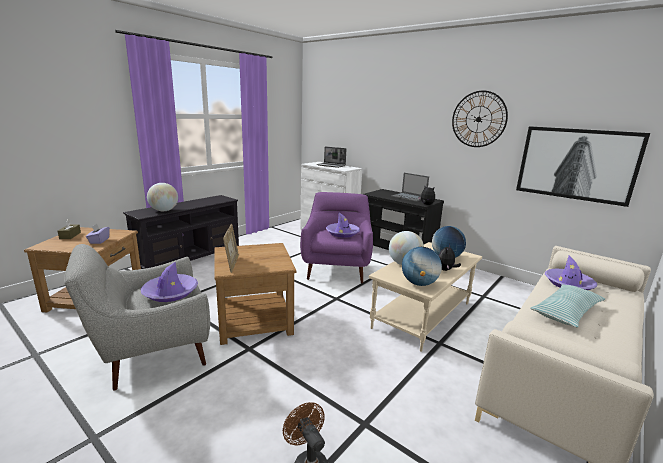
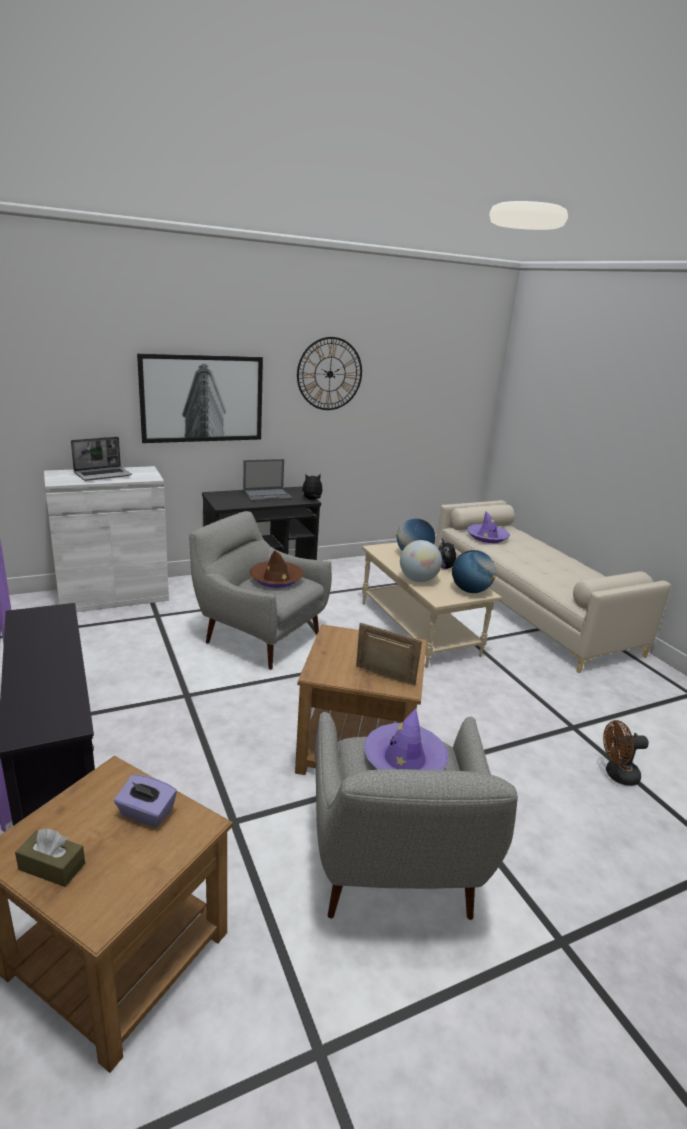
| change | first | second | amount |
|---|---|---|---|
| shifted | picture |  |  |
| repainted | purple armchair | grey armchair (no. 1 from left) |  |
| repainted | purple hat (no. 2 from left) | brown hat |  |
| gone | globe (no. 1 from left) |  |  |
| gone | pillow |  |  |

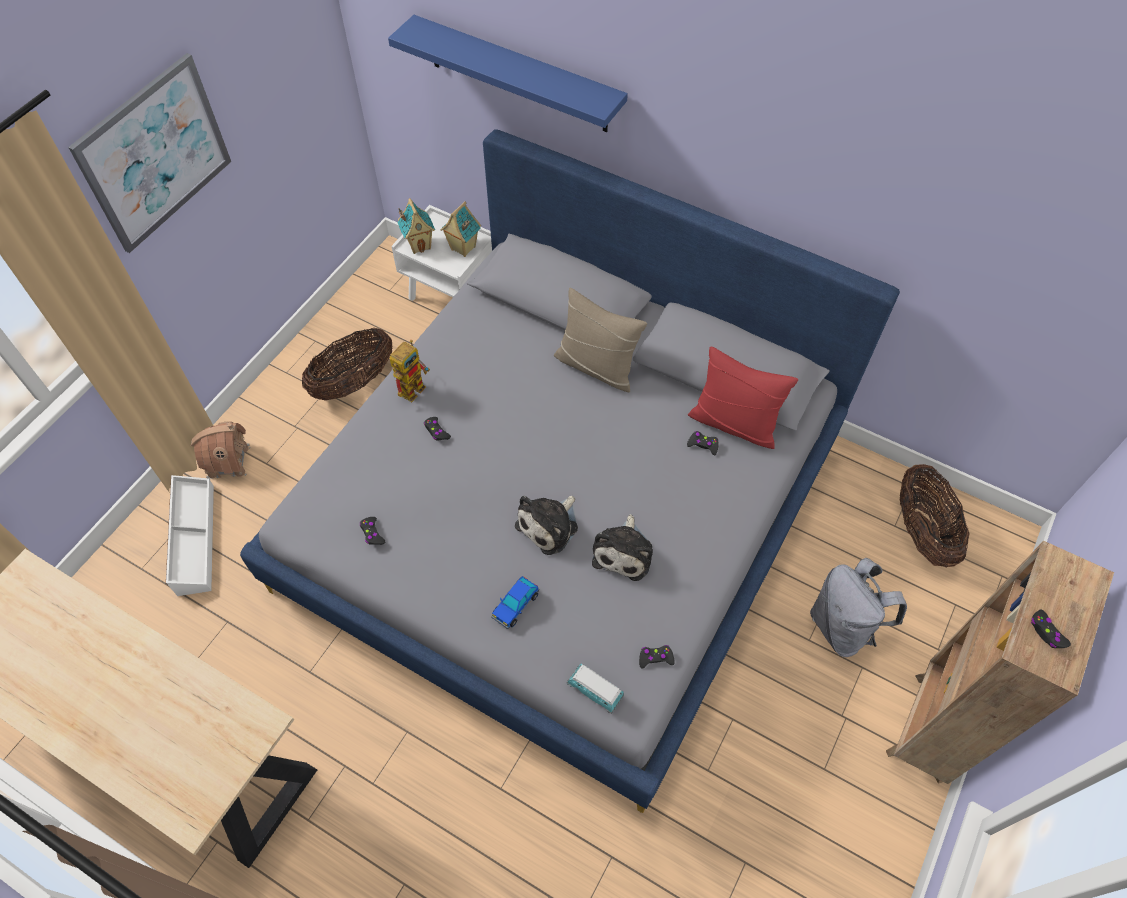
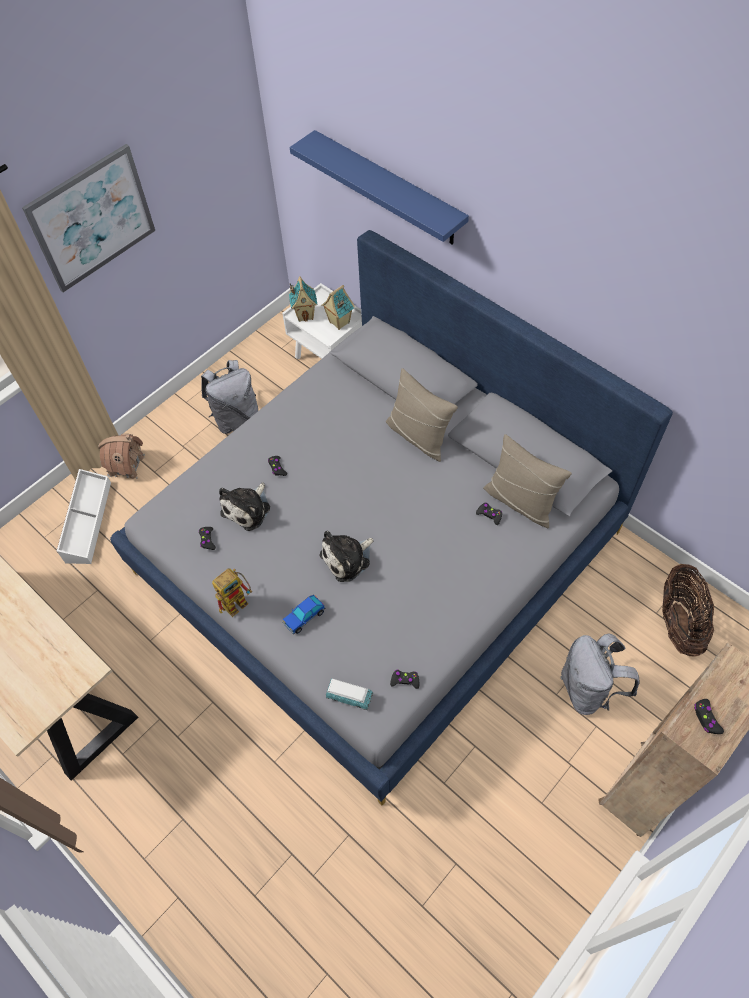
| change | first | second | amount |
|---|---|---|---|
| swapped | basket (no. 1 from left) | grey backpack (no. 1 from left) |  |
| shifted | toy robot |  |  |
| shifted | plush toy (no. 2 from left in the first image) | plush toy (no. 1 from left) |  |
| rotated | toy car (no. 2 from left) |  | 150 degrees clockwise |
| repainted | red pillow | beige pillow (no. 2 from left) |  |

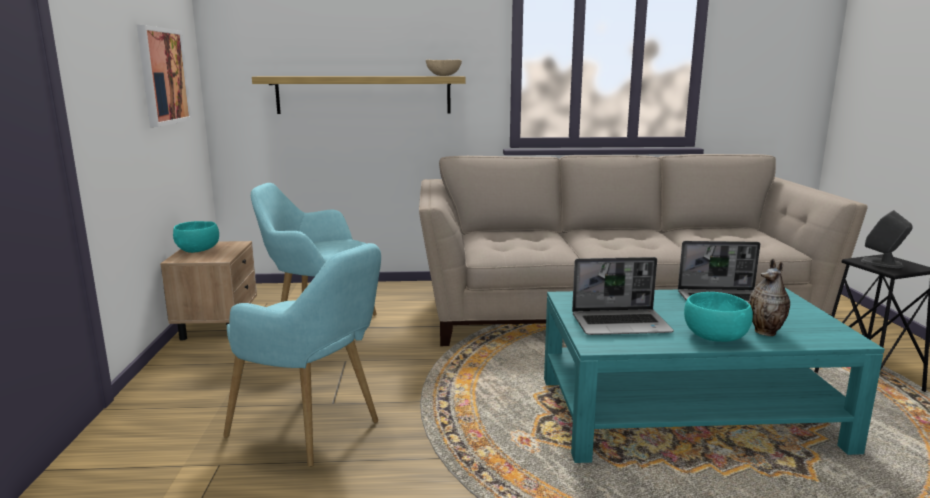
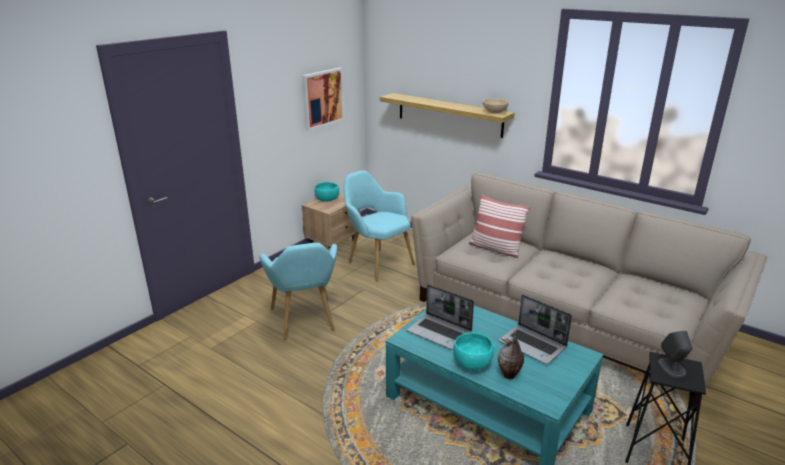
| change | first | second | amount |
|---|---|---|---|
| new |  | pillow |  |

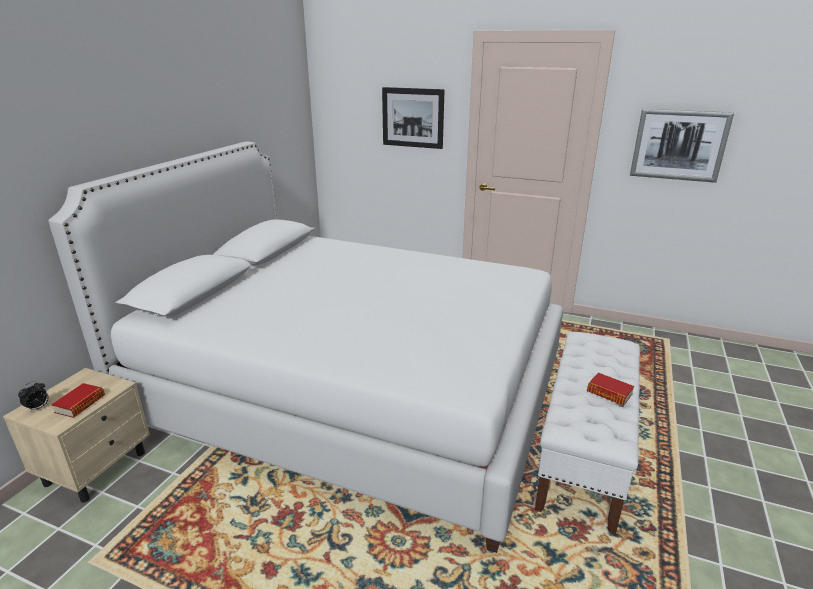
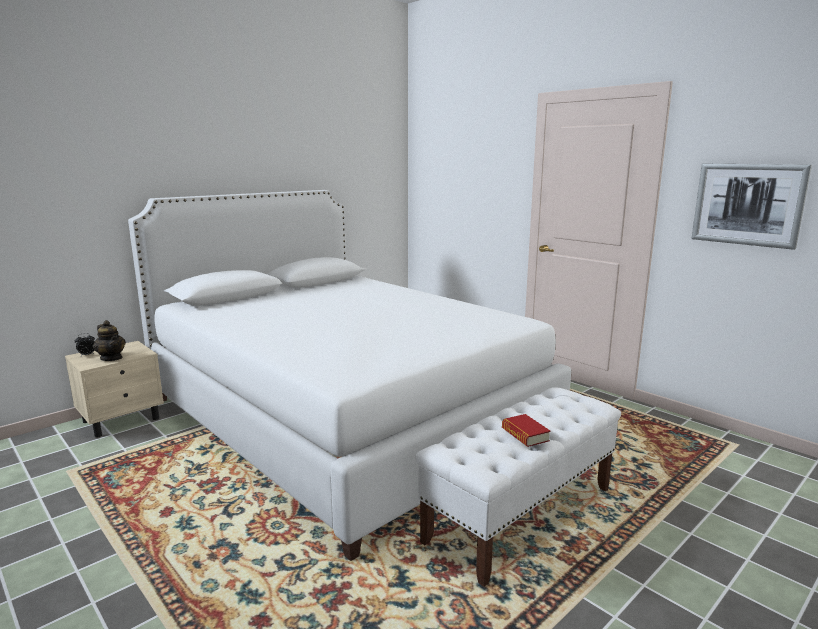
| change | first | second | amount |
|---|---|---|---|
| swapped | book (no. 1 from left) | teapot |  |
| gone | picture (no. 1 from left) |  |  |

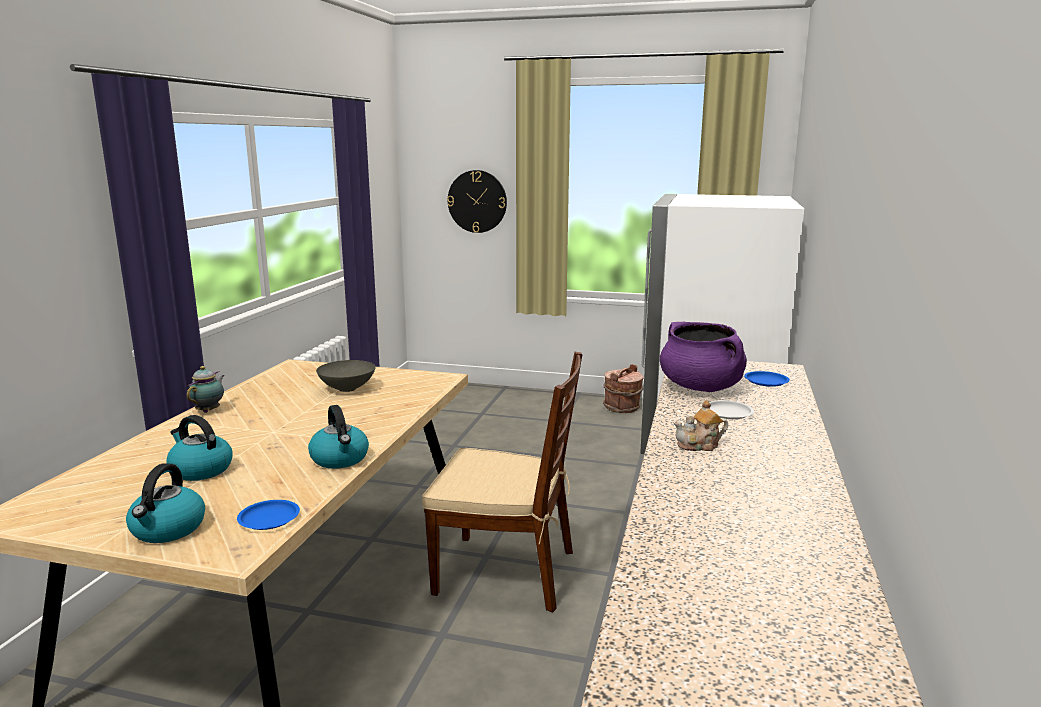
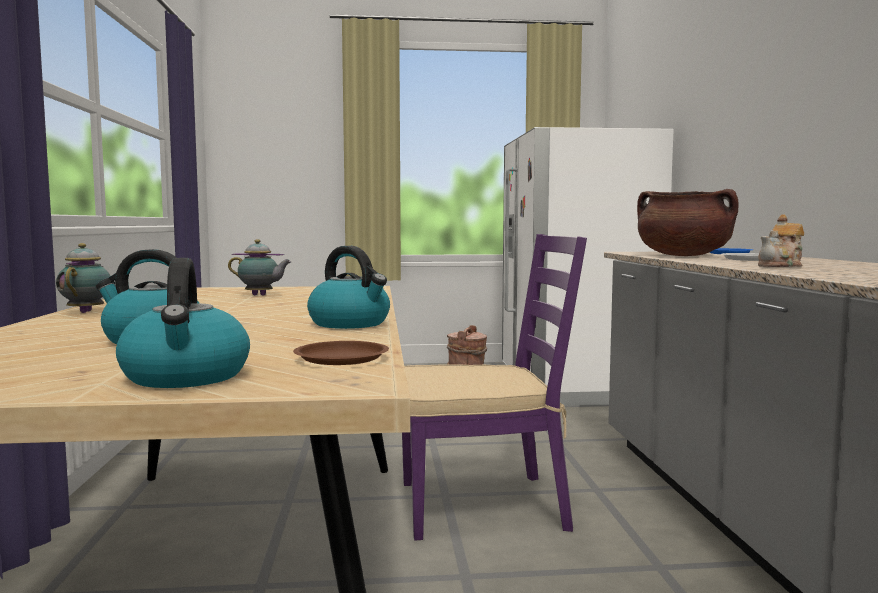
| change | first | second | amount |
|---|---|---|---|
| swapped | grey bowl | teapot (no. 2 from left) |  |
| repainted | blue plate (no. 1 from left) | brown plate |  |
| repainted | brown chair | purple chair |  |
| repainted | purple cooking pot | brown cooking pot |  |
| gone | wall clock |  |  |

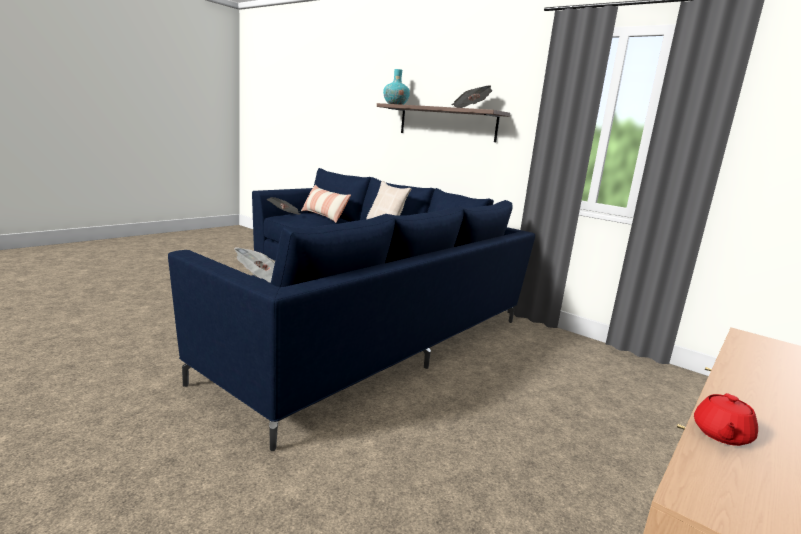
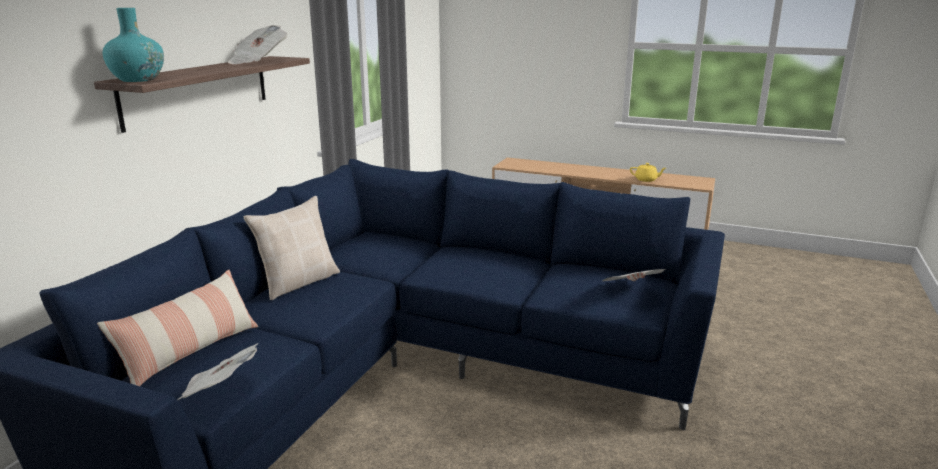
| change | first | second | amount |
|---|---|---|---|
| repainted | red teapot | yellow teapot |  |

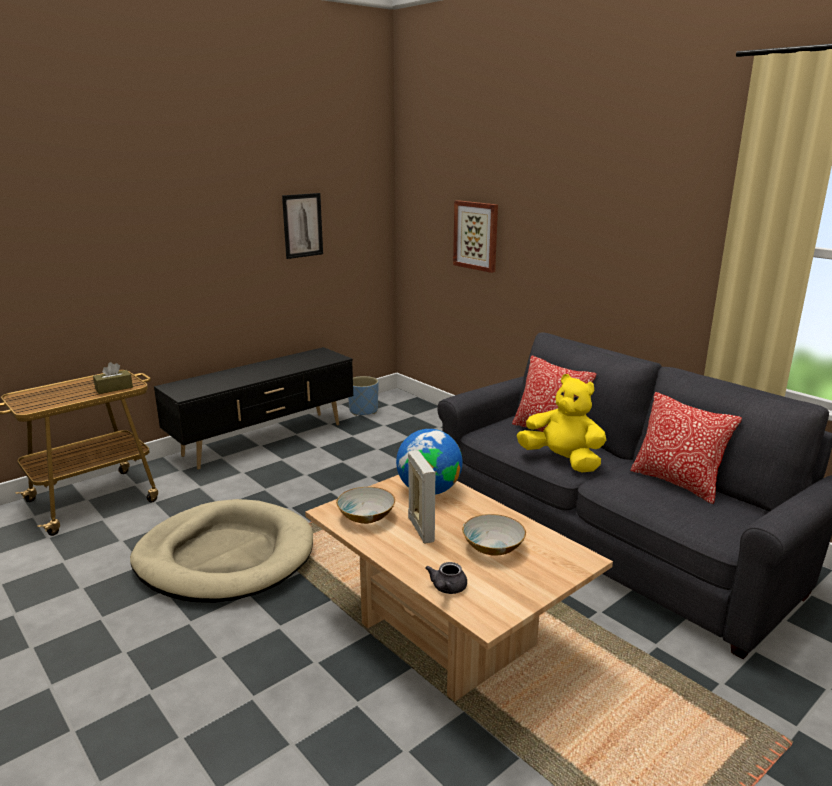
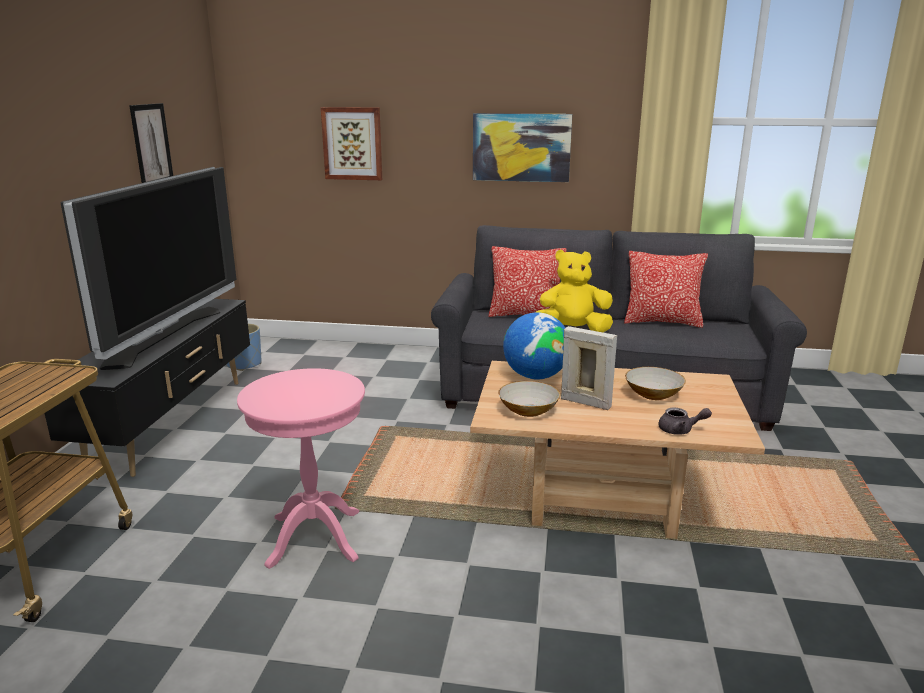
| change | first | second | amount |
|---|---|---|---|
| new |  | television |  |
| swapped | beige dog bed | pink side table |  |
| new |  | picture (no. 3 from left) |  |
| rotated | grey teapot |  | 60 degrees counterclockwise |
| gone | brown tissue box |  |  |

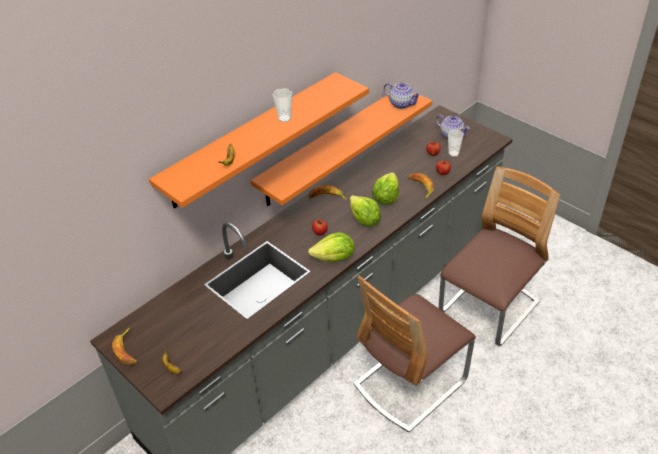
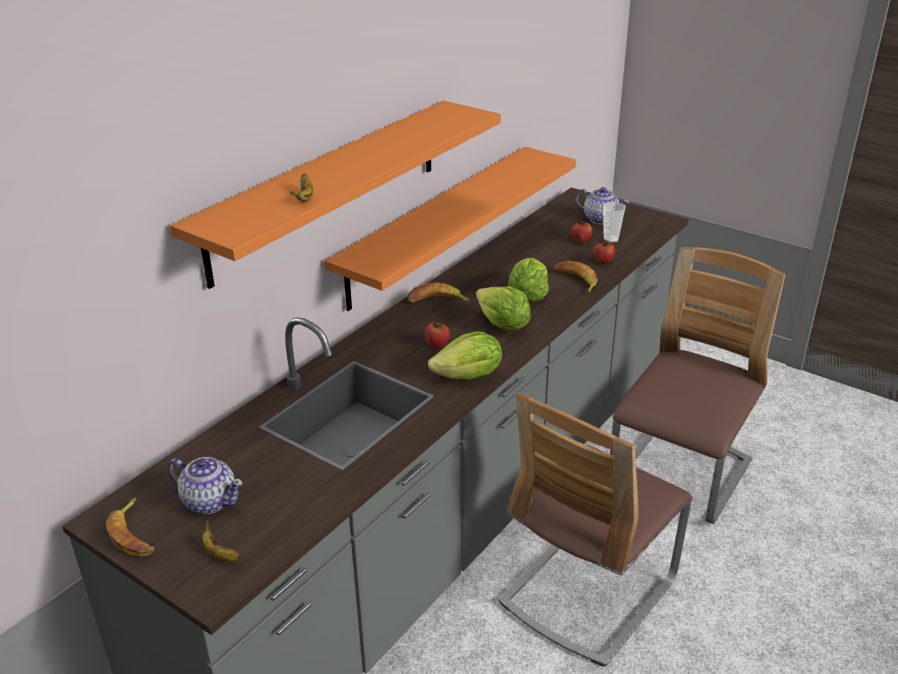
| change | first | second | amount |
|---|---|---|---|
| shifted | teapot (no. 1 from left) |  |  |
| gone | cup (no. 1 from left) |  |  |

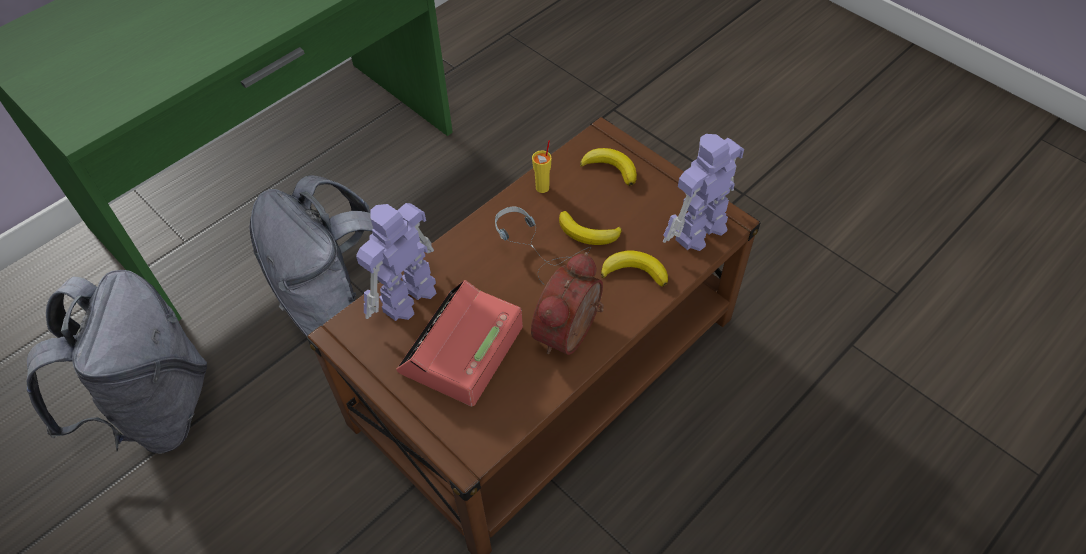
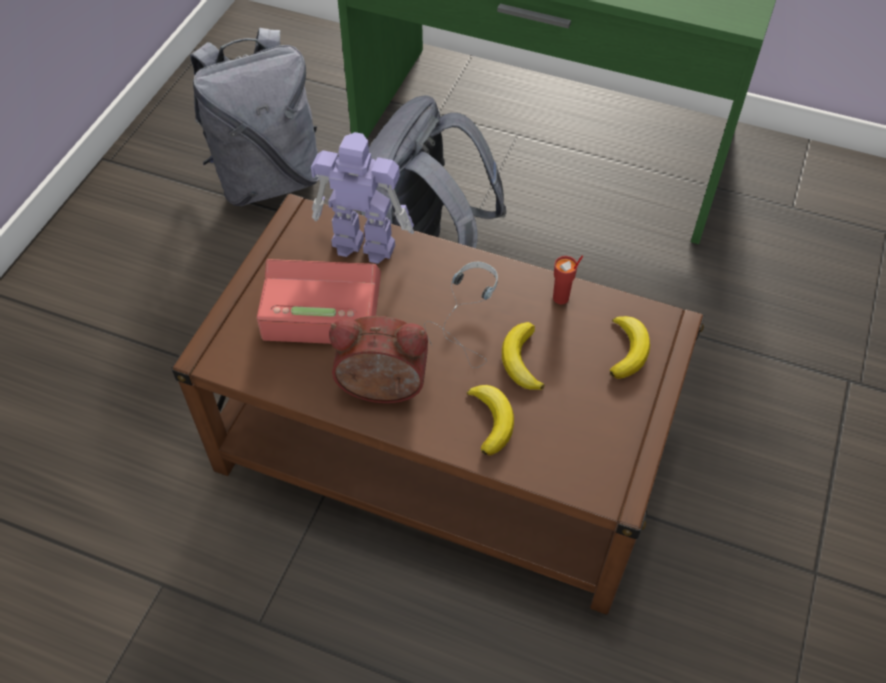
| change | first | second | amount |
|---|---|---|---|
| repainted | yellow cup | red cup |  |
| gone | toy robot (no. 2 from left) |  |  |

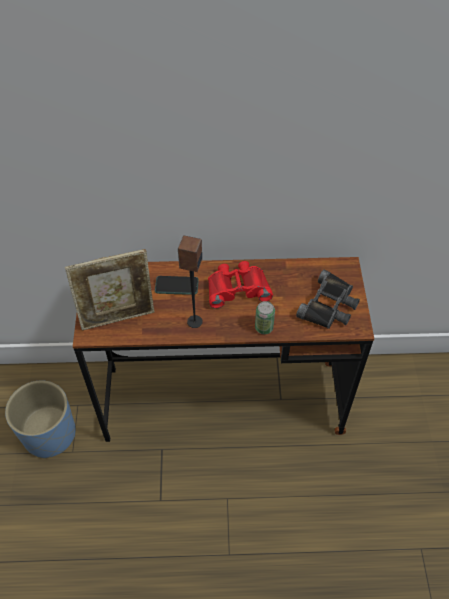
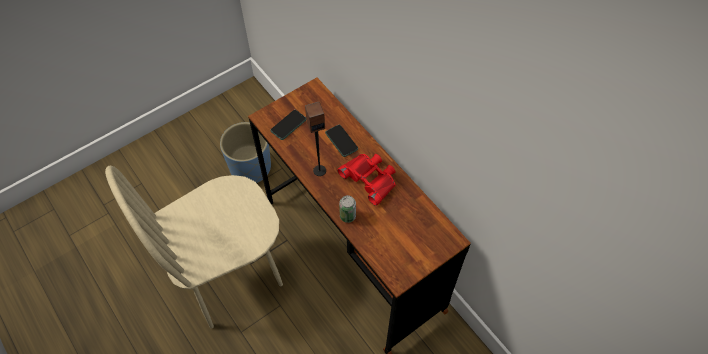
| change | first | second | amount |
|---|---|---|---|
| new |  | beige chair |  |
| swapped | picture frame | phone (no. 1 from left) |  |
| gone | black binoculars |  |  |

